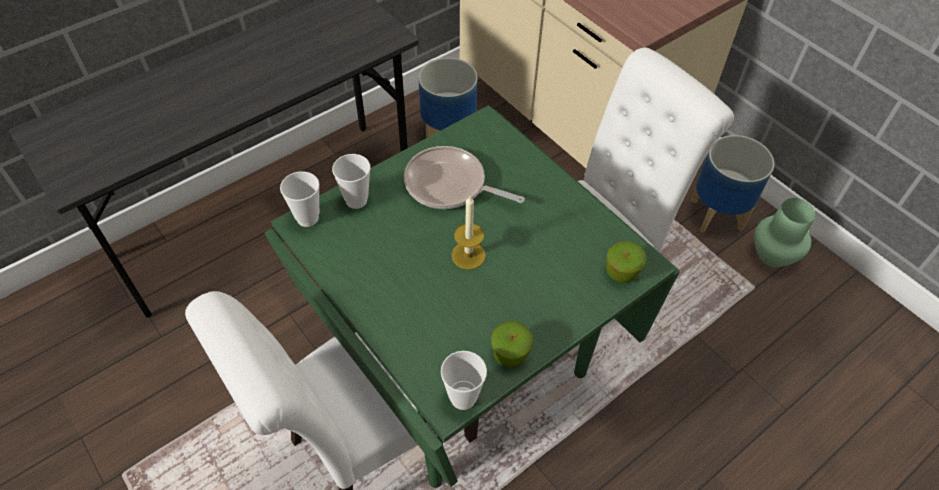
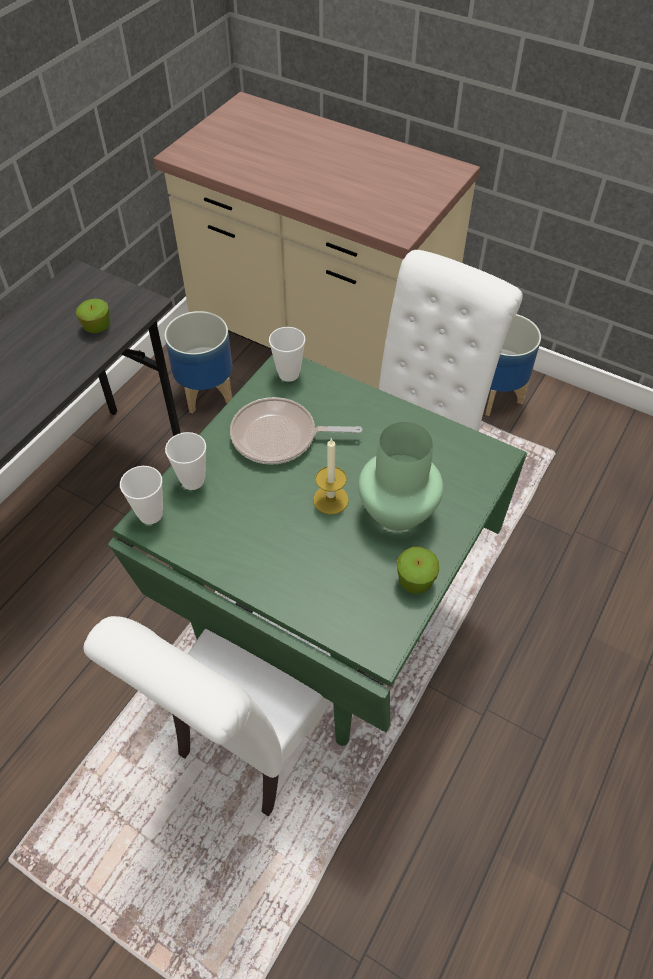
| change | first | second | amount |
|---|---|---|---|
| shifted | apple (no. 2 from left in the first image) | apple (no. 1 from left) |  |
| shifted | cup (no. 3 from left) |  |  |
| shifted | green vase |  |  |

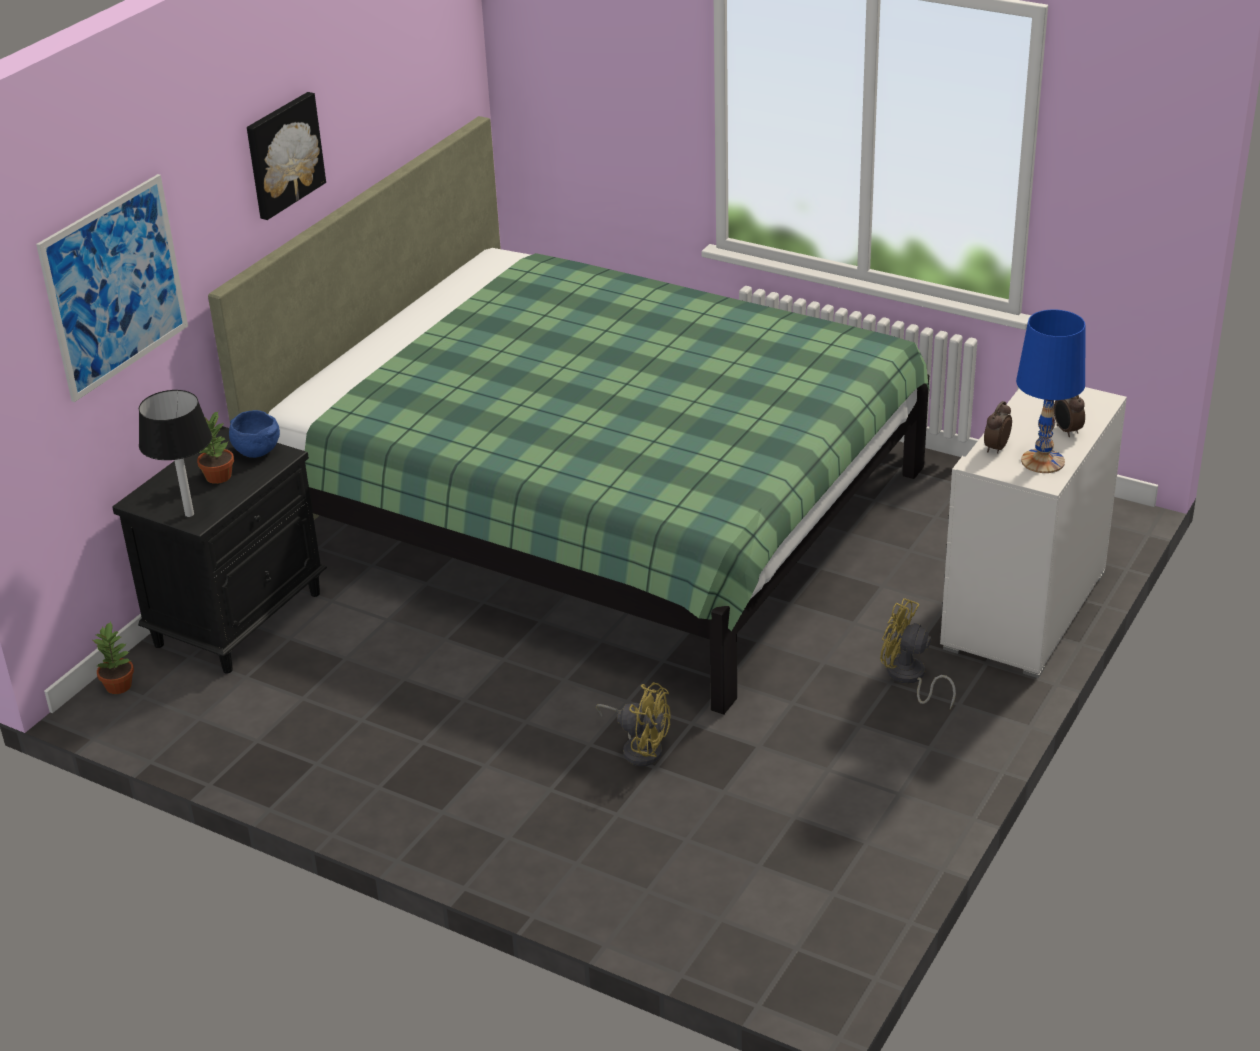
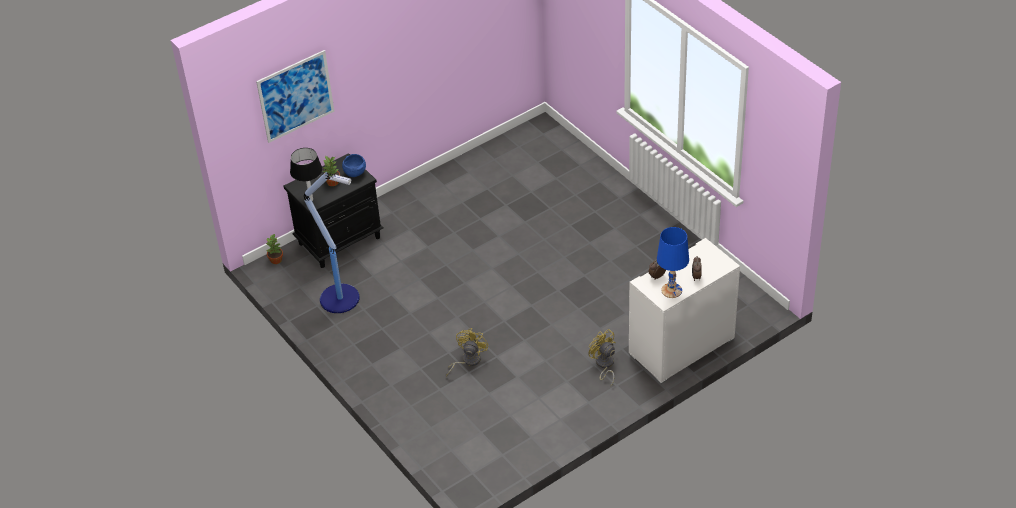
| change | first | second | amount |
|---|---|---|---|
| new |  | floor lamp |  |
| rotated | yellow fan (no. 1 from left) |  | 120 degrees counterclockwise |
| gone | green bed |  |  |
| gone | picture (no. 2 from left) |  |  |

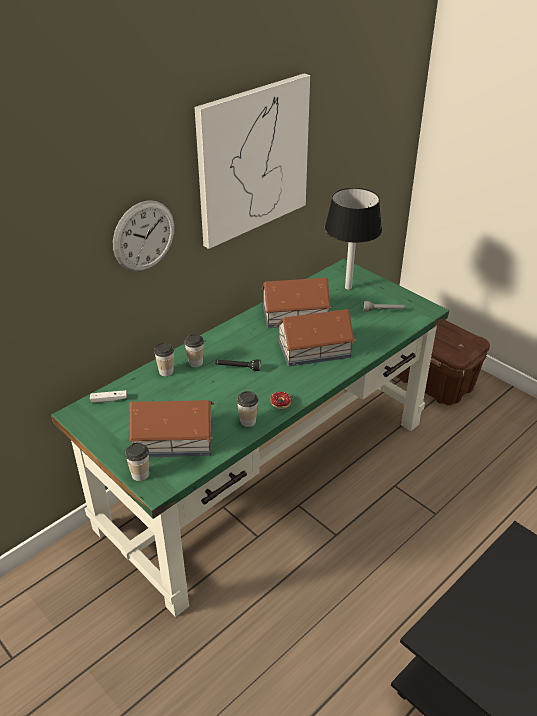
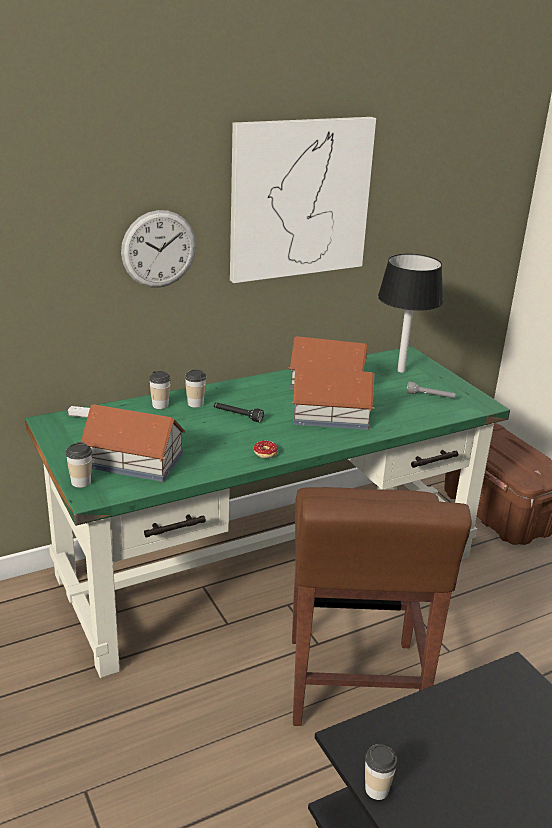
| change | first | second | amount |
|---|---|---|---|
| new |  | brown stool |  |
| shifted | cup (no. 4 from left) |  |  |

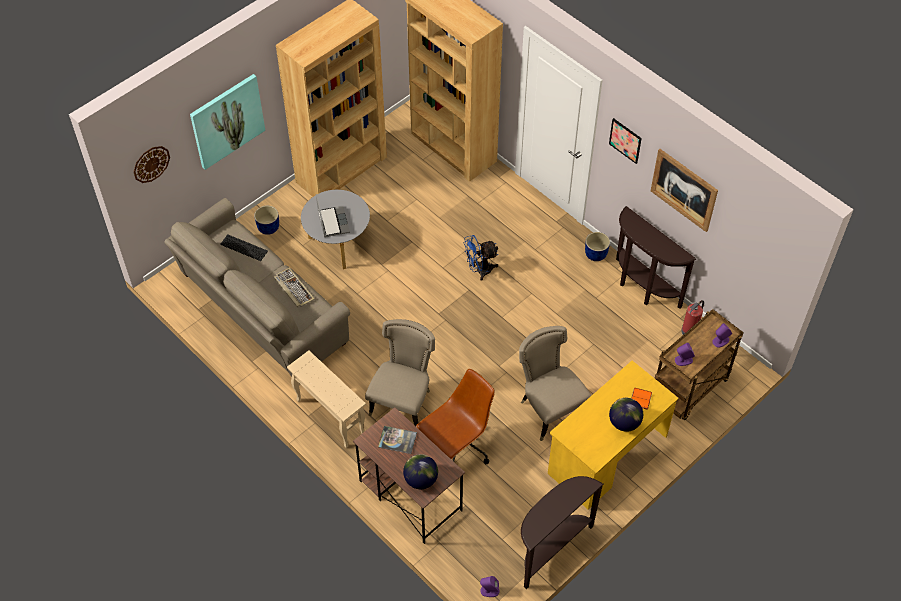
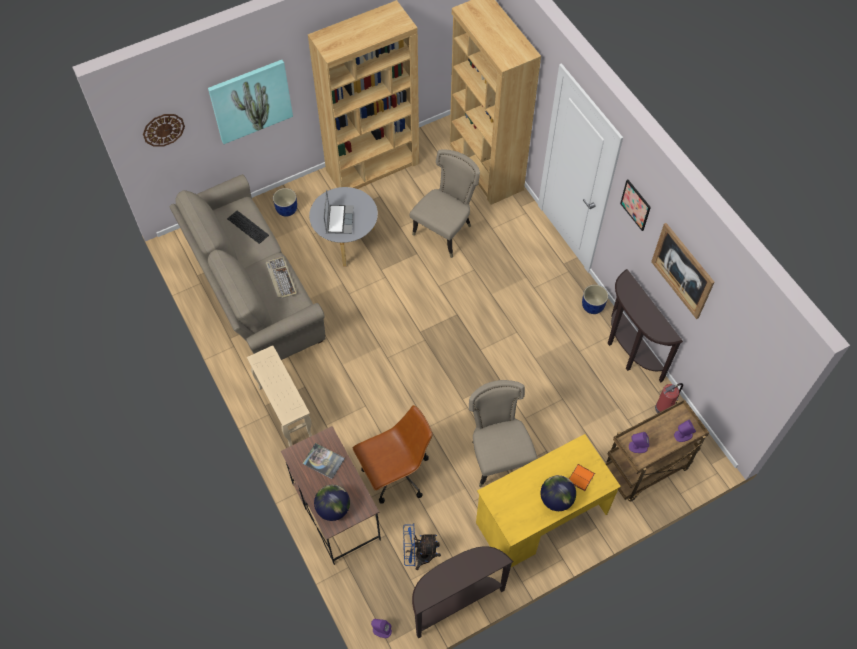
| change | first | second | amount |
|---|---|---|---|
| shifted | blue fan |  |  |
| shifted | beige chair (no. 1 from left) |  |  |

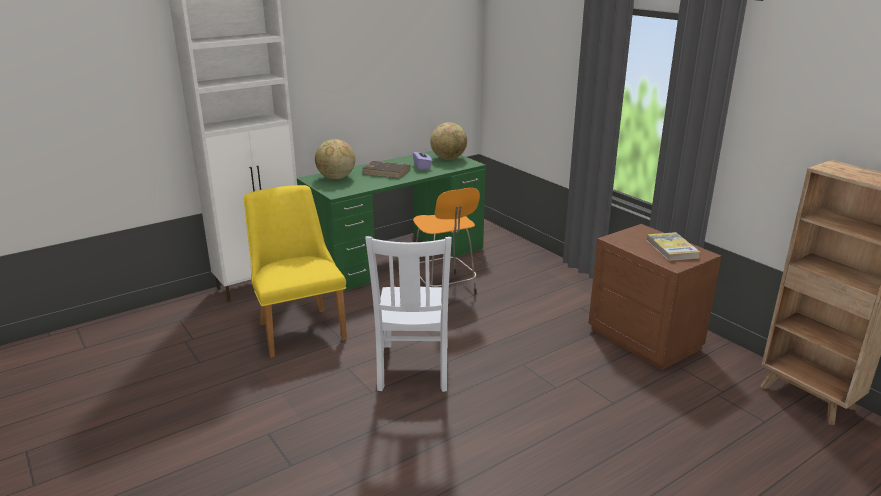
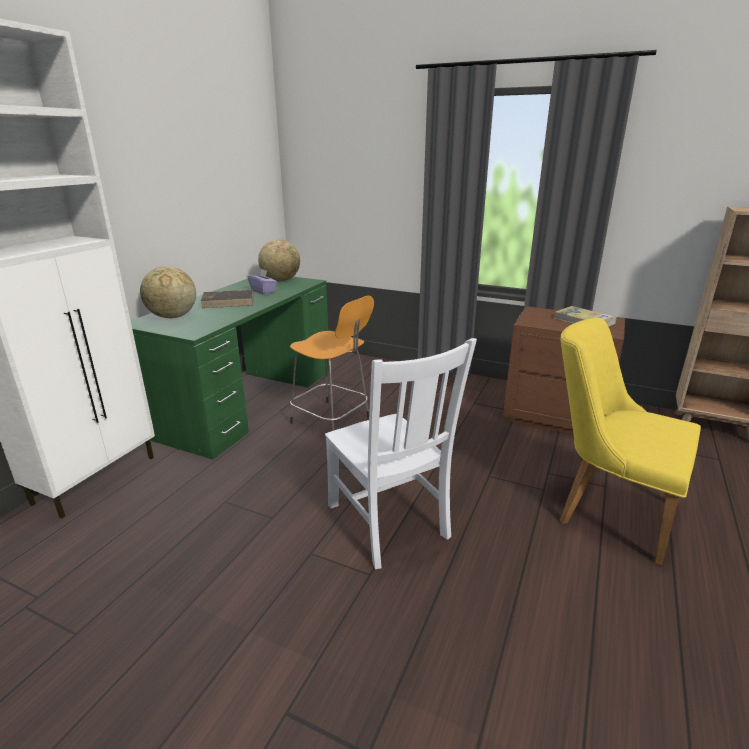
| change | first | second | amount |
|---|---|---|---|
| shifted | yellow chair |  |  |

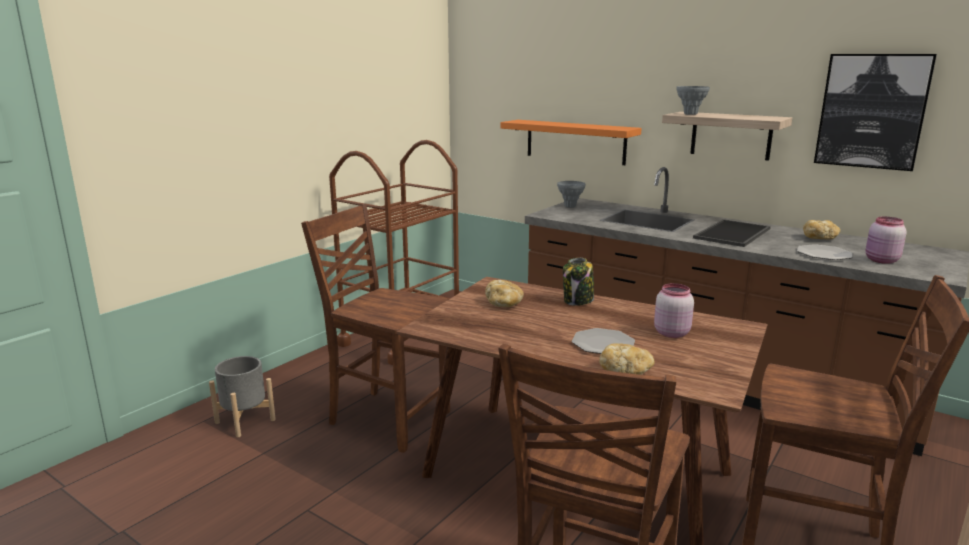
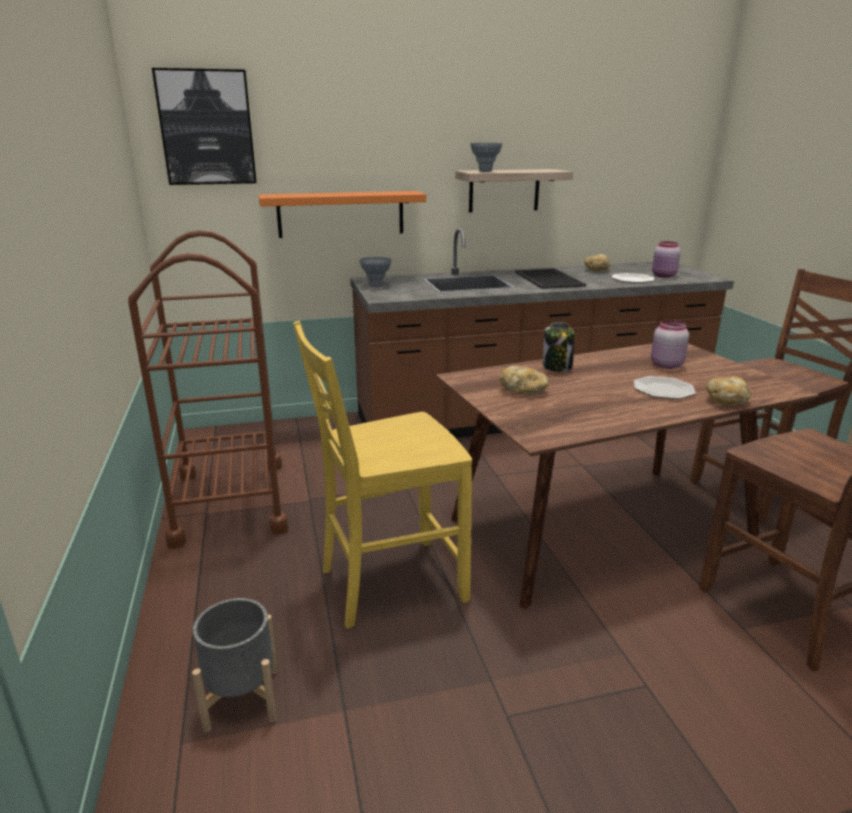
| change | first | second | amount |
|---|---|---|---|
| shifted | picture |  |  |
| repainted | brown chair (no. 1 from left) | yellow chair |  |

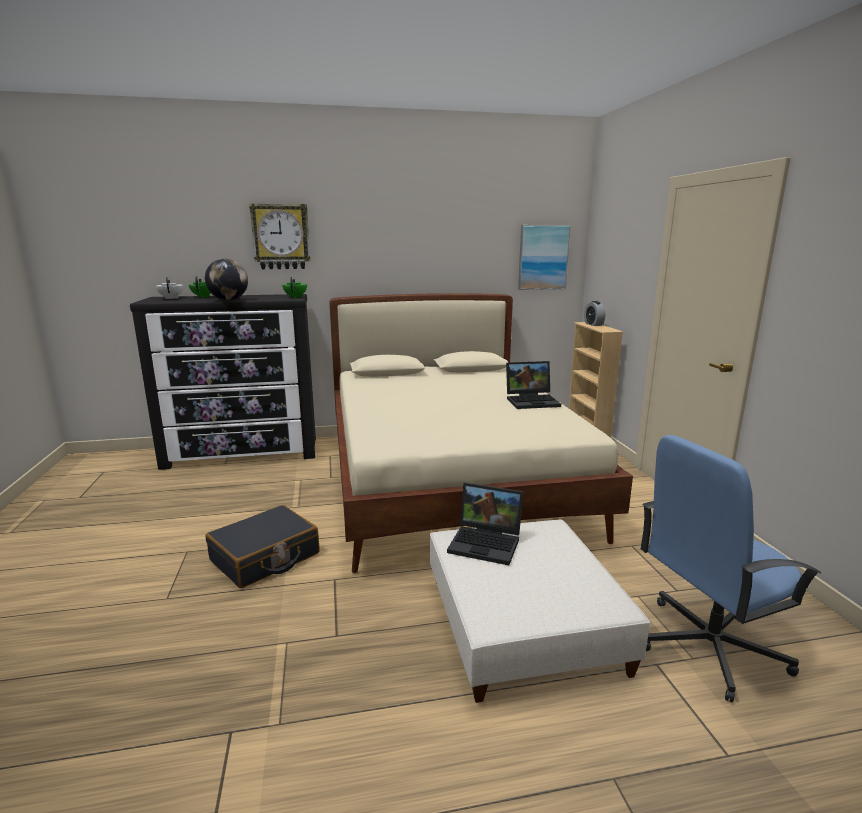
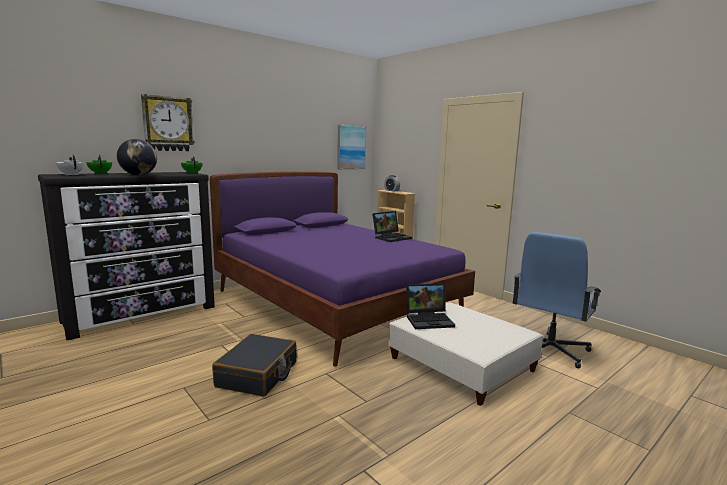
| change | first | second | amount |
|---|---|---|---|
| repainted | beige bed | purple bed |  |

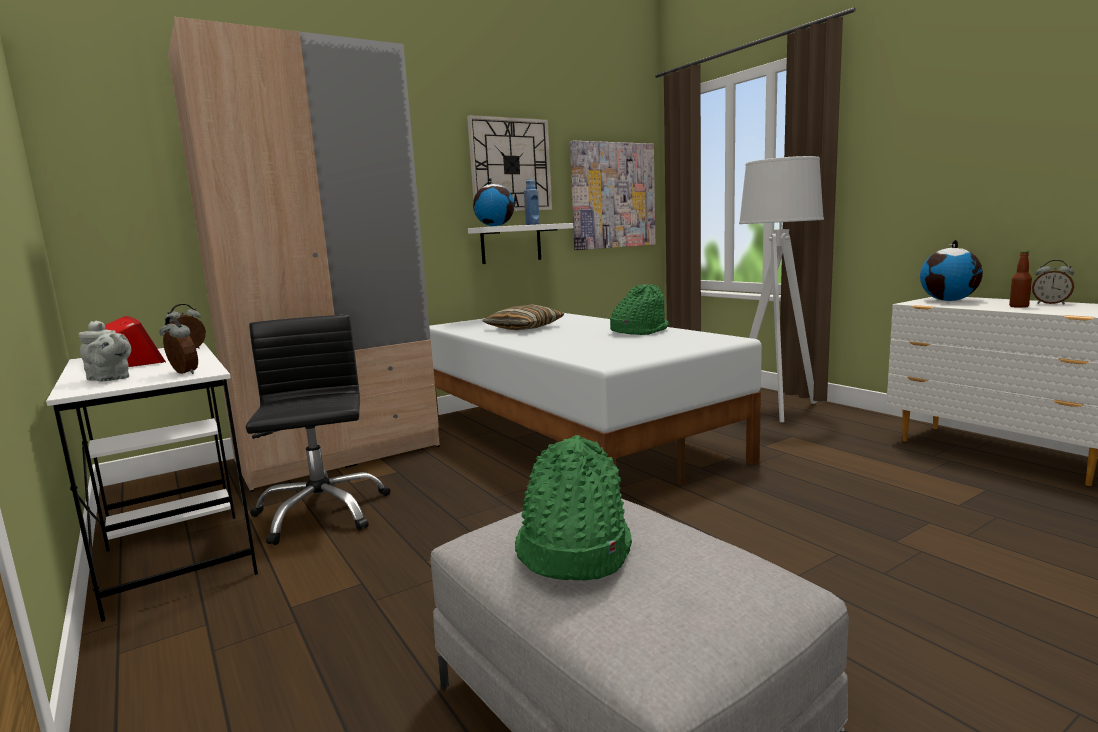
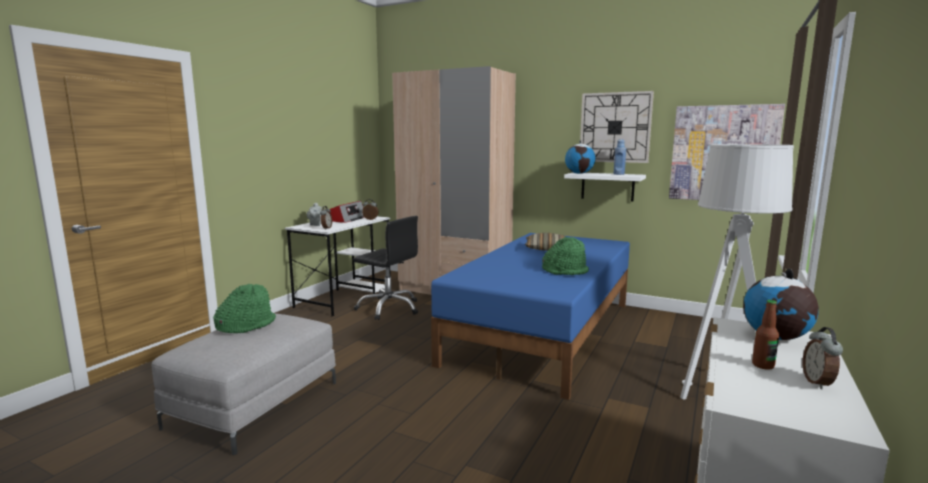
| change | first | second | amount |
|---|---|---|---|
| rotated | black office chair |  | 75 degrees clockwise |
| repainted | white bed | blue bed |  |

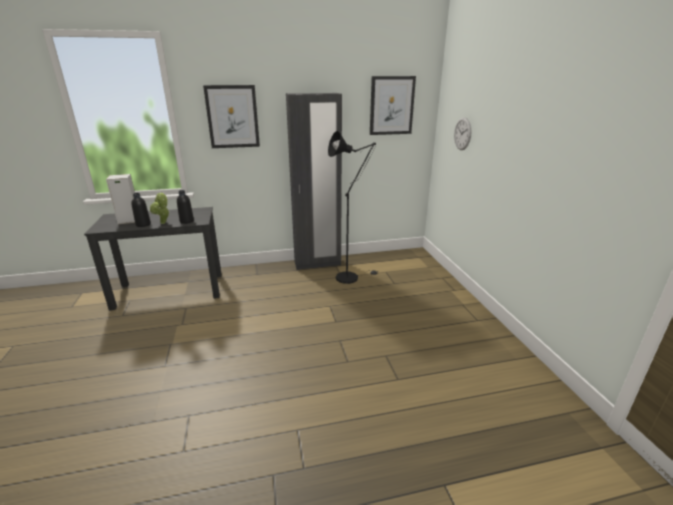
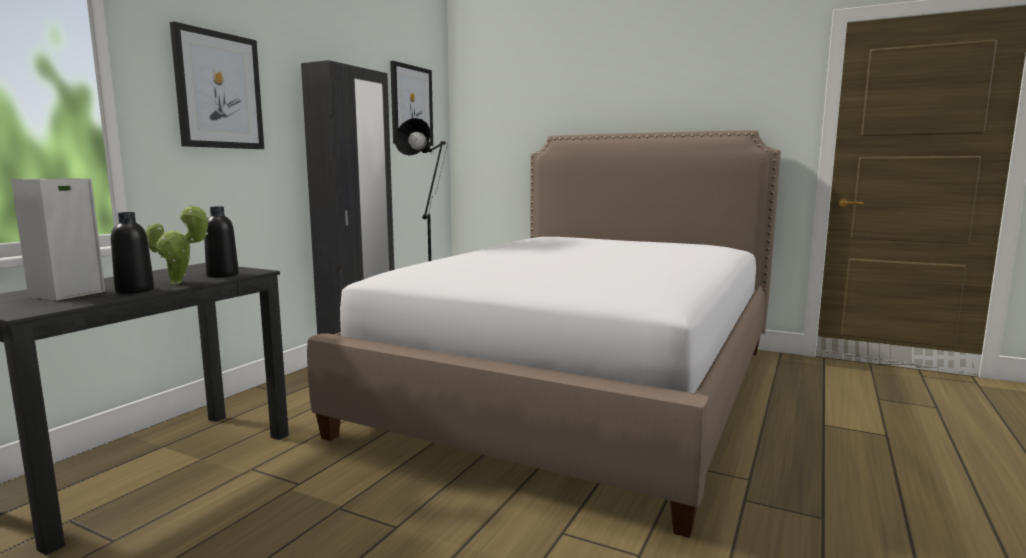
| change | first | second | amount |
|---|---|---|---|
| new |  | bed |  |
| gone | wall clock |  |  |

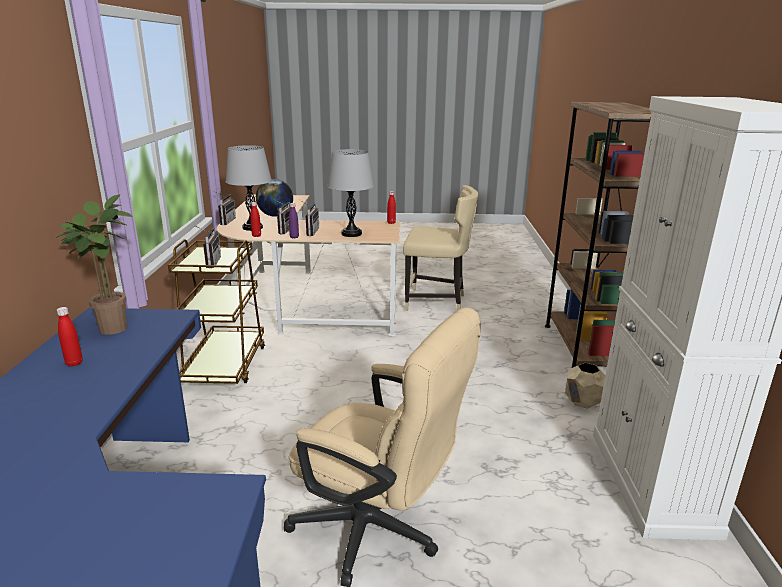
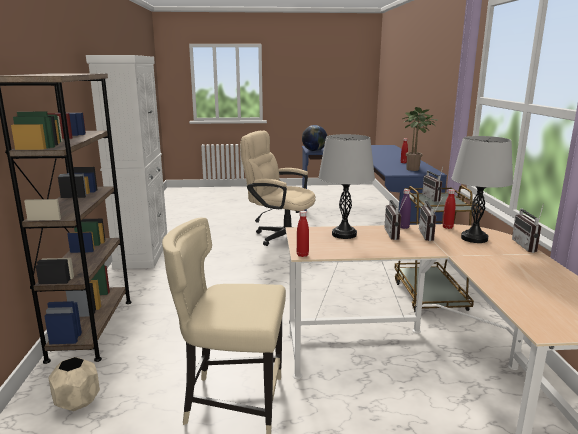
| change | first | second | amount |
|---|---|---|---|
| shifted | beige planter |  |  |
| shifted | globe |  |  |

